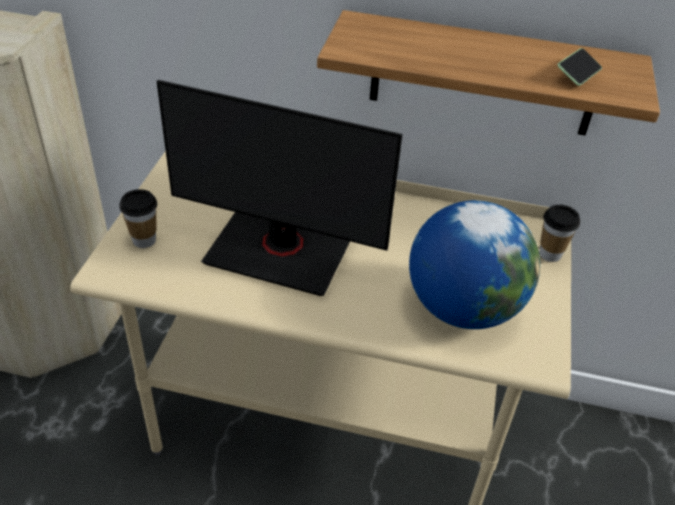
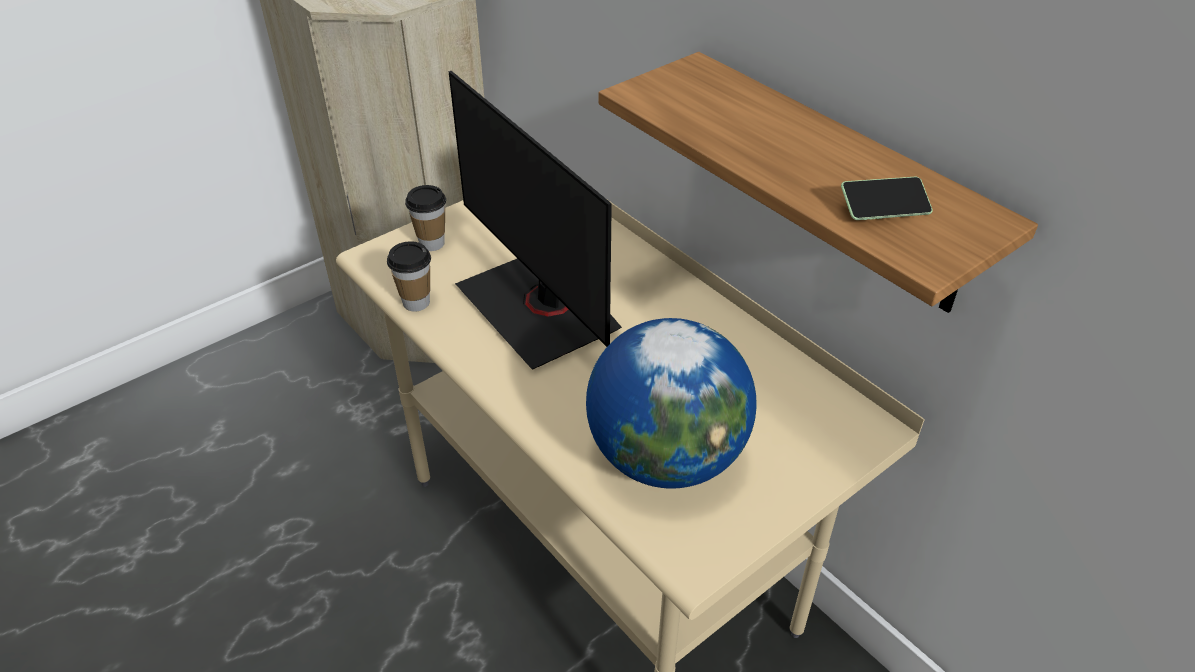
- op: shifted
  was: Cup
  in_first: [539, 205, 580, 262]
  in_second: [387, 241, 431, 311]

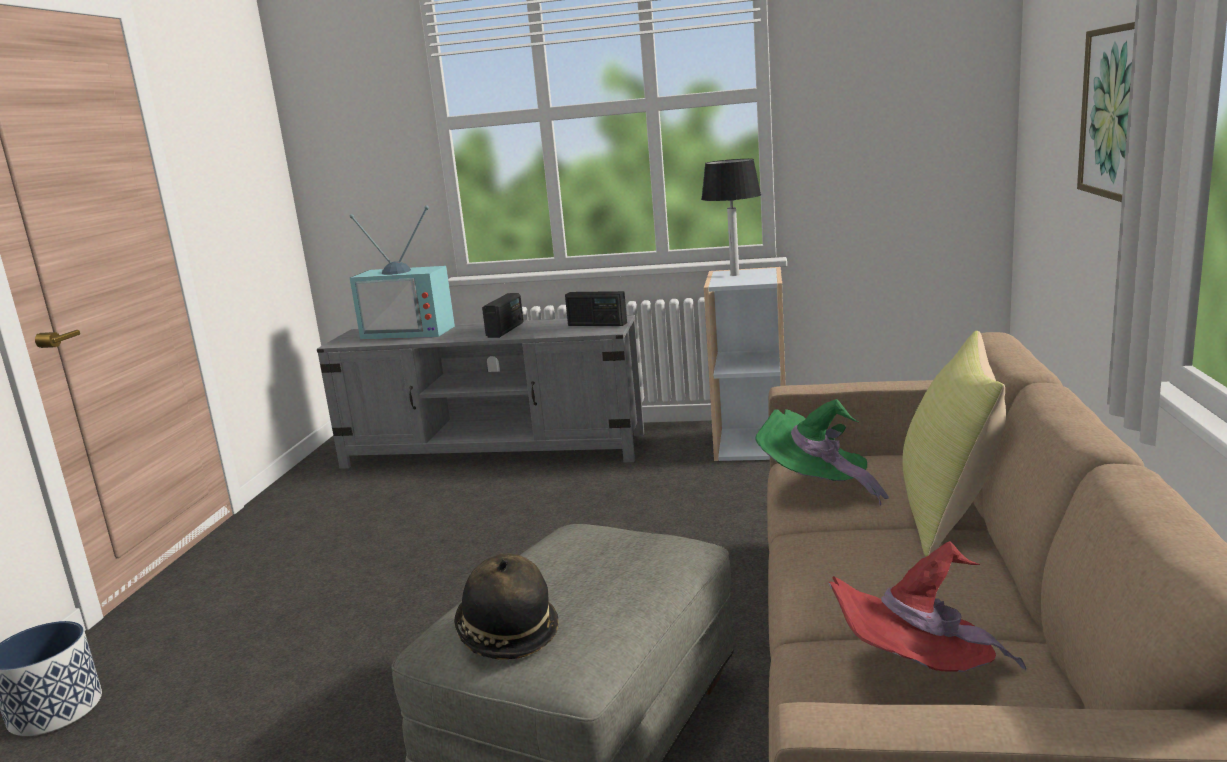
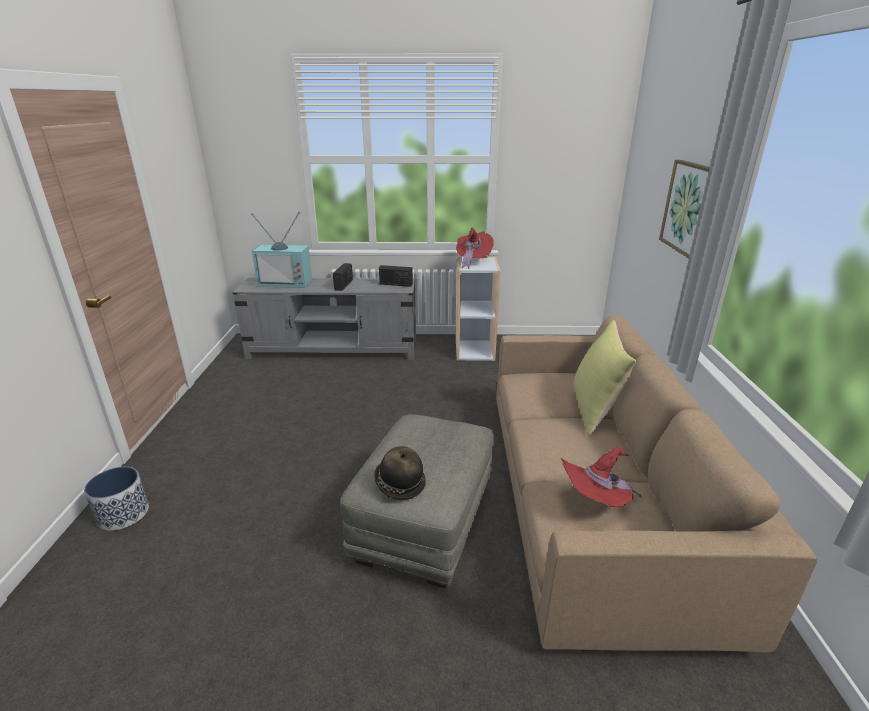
- op: swapped
  was: TableLamp
  now: RedHat
  in_first: [701, 159, 761, 276]
  in_second: [456, 228, 494, 269]
- op: gone
  was: GreenHat
  in_first: [755, 399, 889, 506]

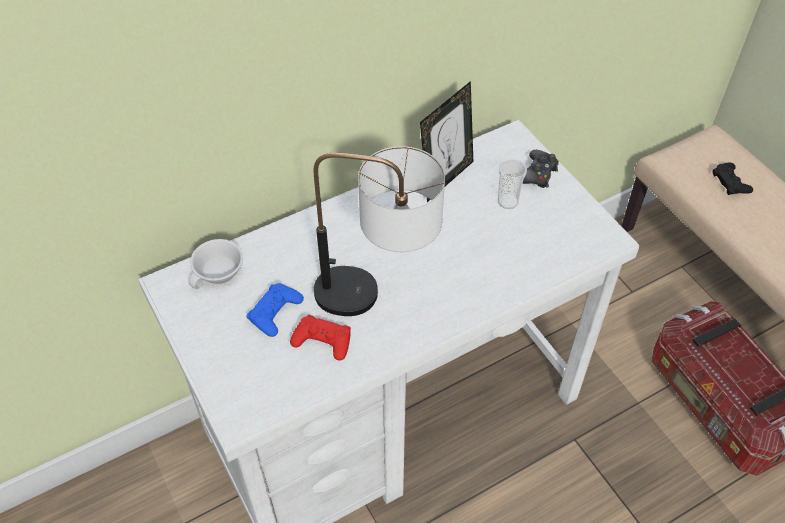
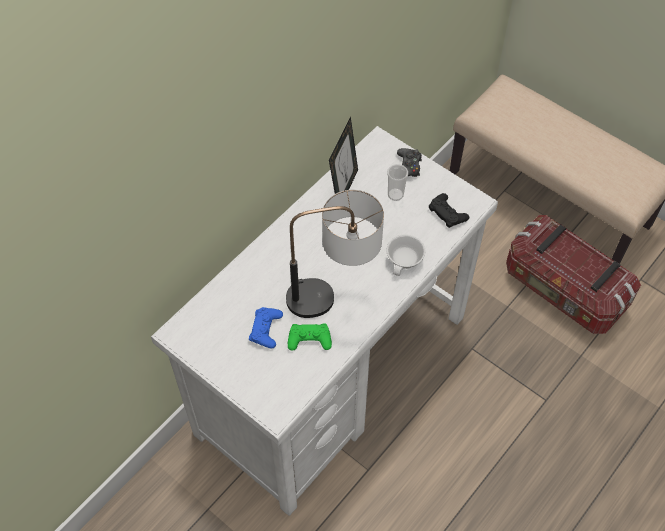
- op: shifted
  was: BlackGameController
  in_first: [713, 163, 753, 195]
  in_second: [428, 193, 469, 228]
- op: shifted
  was: WhiteCup
  in_first: [188, 239, 243, 289]
  in_second: [387, 234, 425, 276]
- op: repainted
  was: RedGameController
  now: GreenGameController
  in_first: [290, 315, 351, 360]
  in_second: [288, 323, 332, 351]

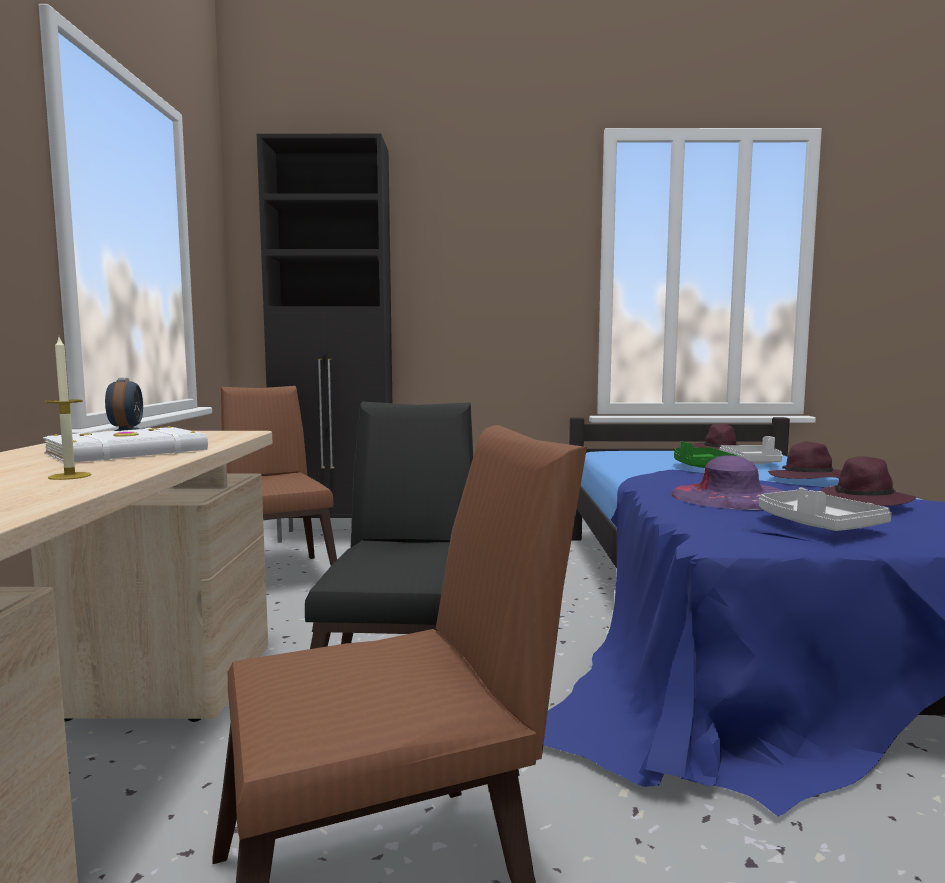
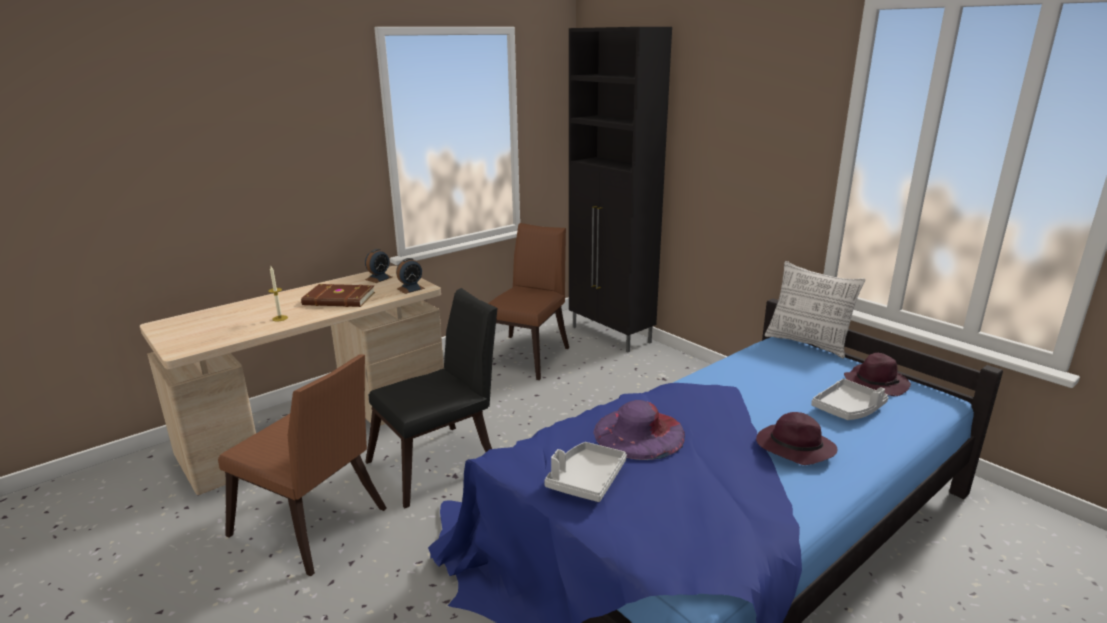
- op: repainted
  was: WhiteBook
  now: BrownBook
  in_first: [43, 426, 208, 462]
  in_second: [301, 284, 375, 307]
- op: gone
  was: GreenTray
  in_first: [674, 441, 737, 468]
- op: gone
  was: PurpleHat
  in_first: [820, 456, 916, 506]
- op: new
  now: AlarmClock
  in_second: [396, 258, 425, 294]
- op: new
  now: Pillow
  in_second: [765, 261, 865, 359]

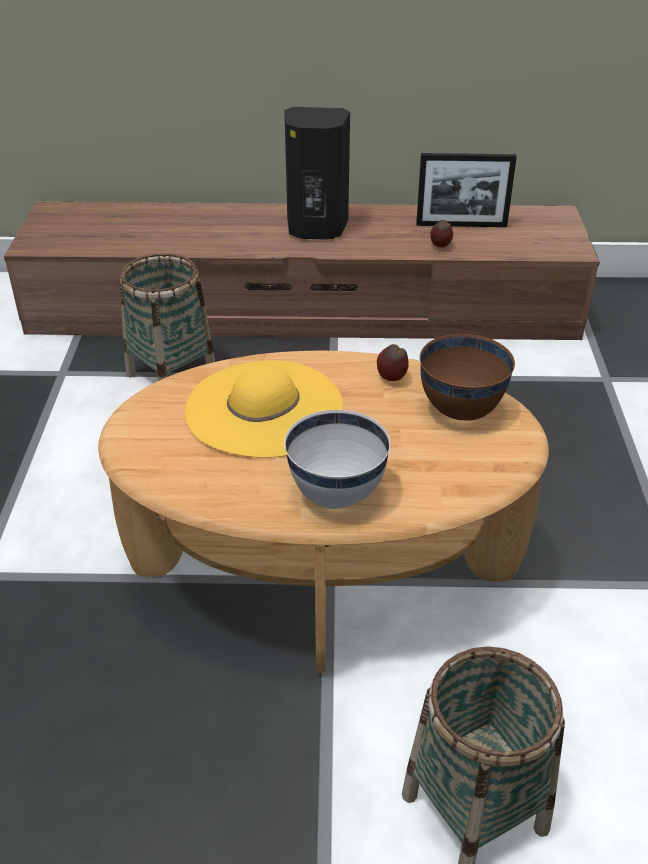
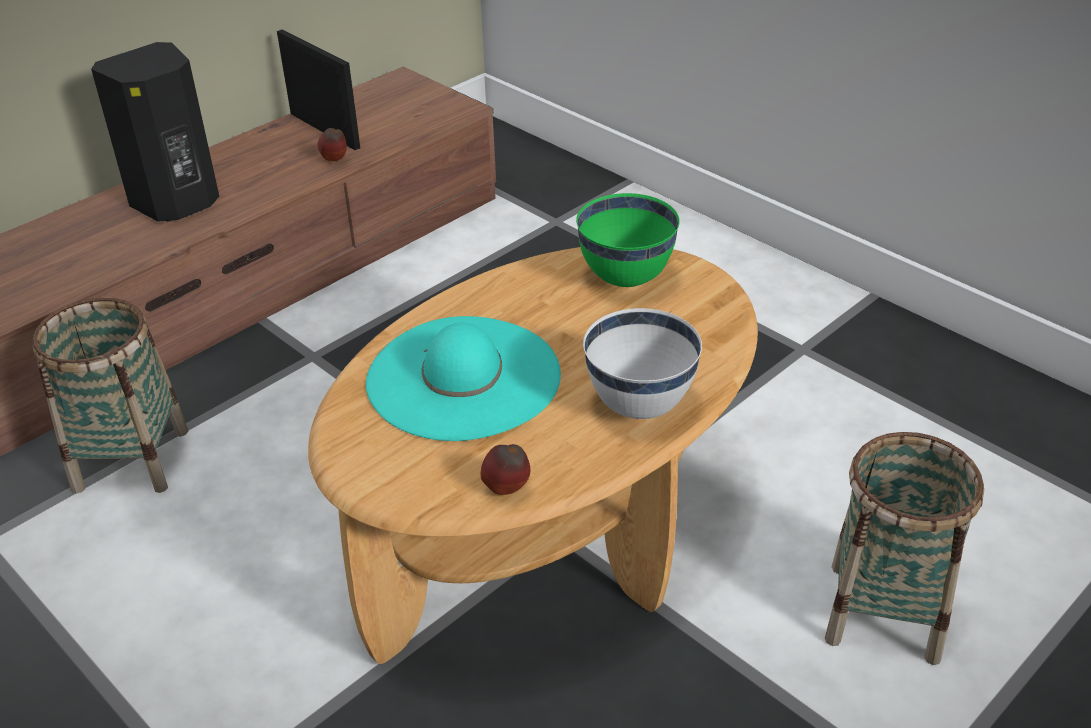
- op: rotated
  was: PictureFrame
  in_first: [416, 153, 517, 227]
  in_second: [277, 29, 360, 150]
  clockwise: -90
- op: repainted
  was: BrownBowl
  now: GreenBowl
  in_first: [420, 334, 515, 421]
  in_second: [576, 193, 680, 287]
- op: shifted
  was: Apple
  in_first: [377, 344, 409, 381]
  in_second: [481, 444, 530, 495]
- op: repainted
  was: YellowHat
  now: TurquoiseHat
  in_first: [185, 360, 343, 458]
  in_second: [366, 316, 561, 441]

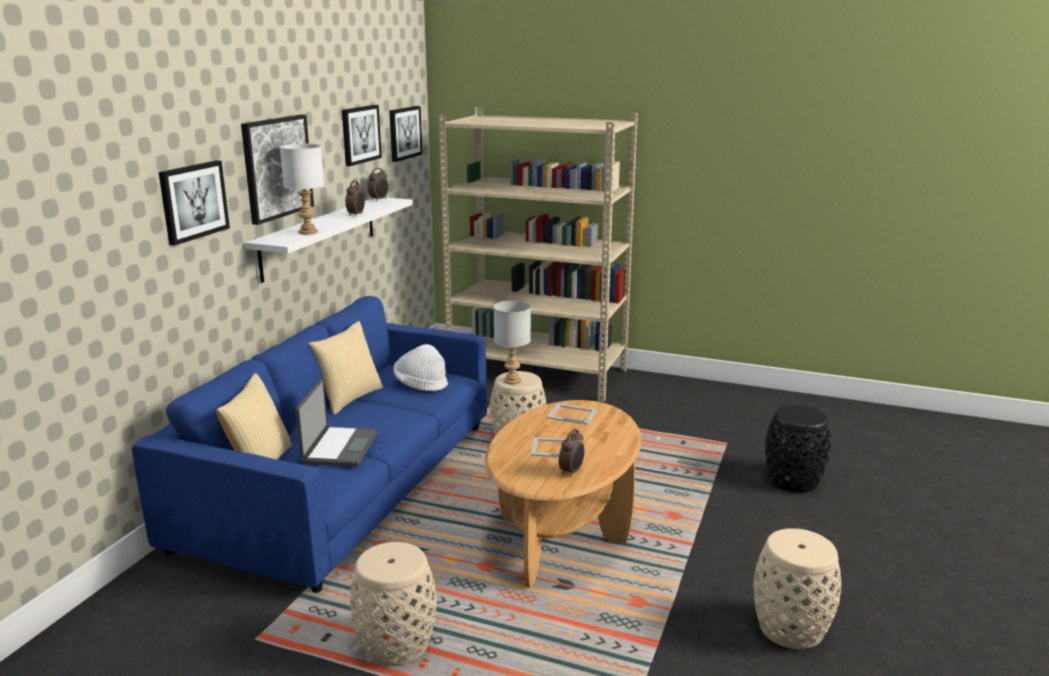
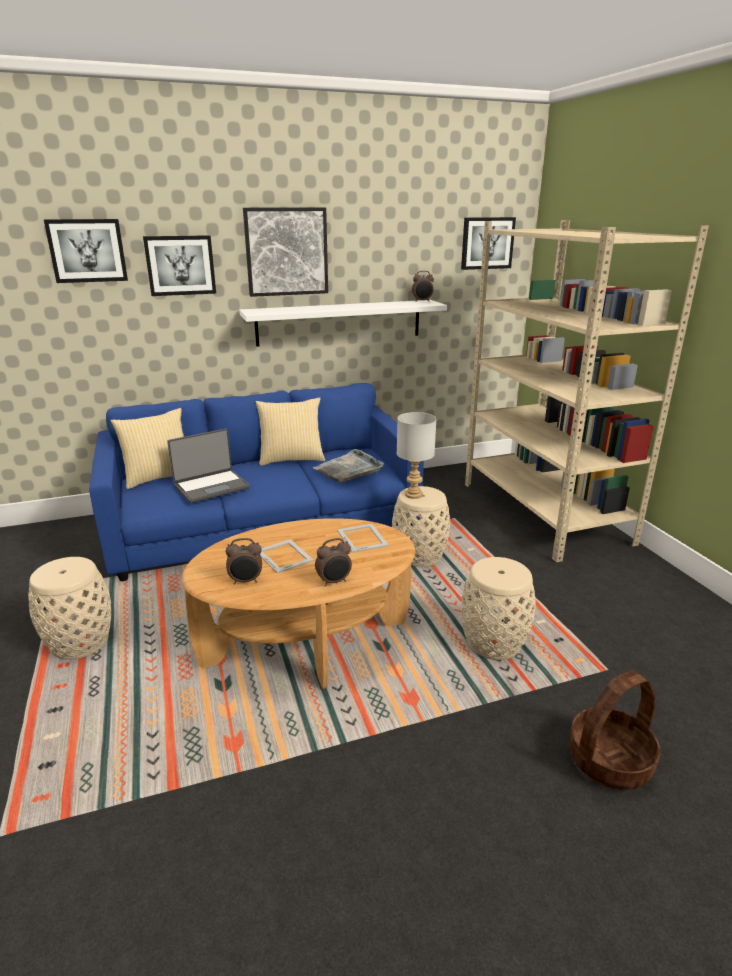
- op: shifted
  was: Picture
  in_first: [342, 105, 382, 166]
  in_second: [44, 219, 128, 283]
- op: gone
  was: WhiteTableLamp
  in_first: [280, 144, 324, 235]
- op: shifted
  was: AlarmClock
  in_first: [346, 181, 365, 217]
  in_second: [315, 538, 352, 587]
- op: swapped
  was: WhiteHat
  now: GreyTray
  in_first: [393, 344, 448, 391]
  in_second: [312, 449, 384, 482]
- op: swapped
  was: BlackStool
  now: Basket
  in_first: [765, 405, 831, 493]
  in_second: [569, 670, 661, 790]
- op: shifted
  was: BeigeStool
  in_first: [753, 528, 841, 649]
  in_second: [461, 557, 536, 660]

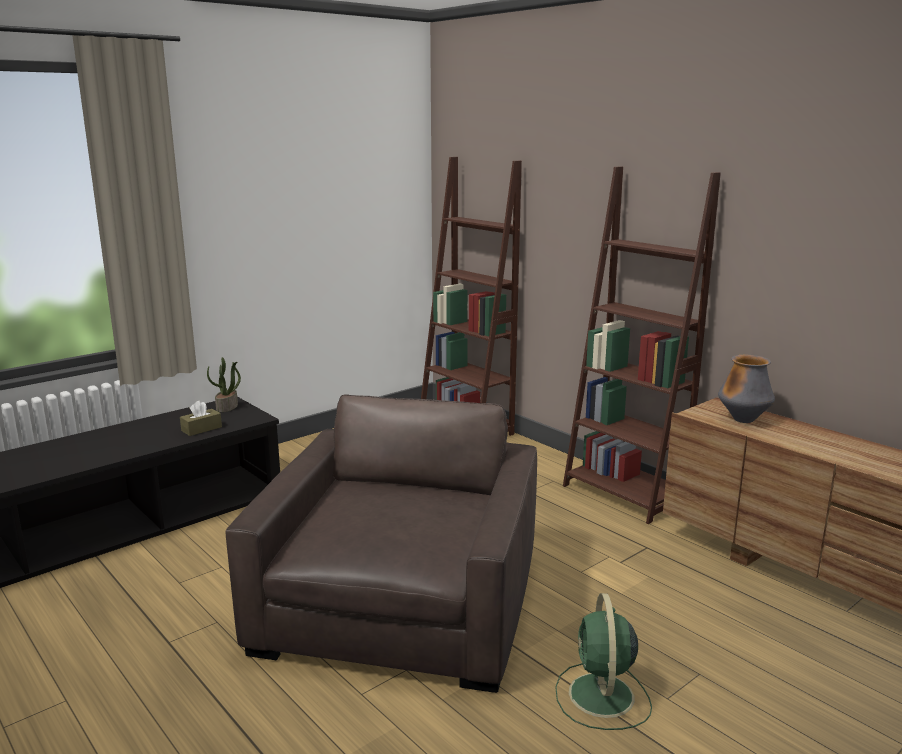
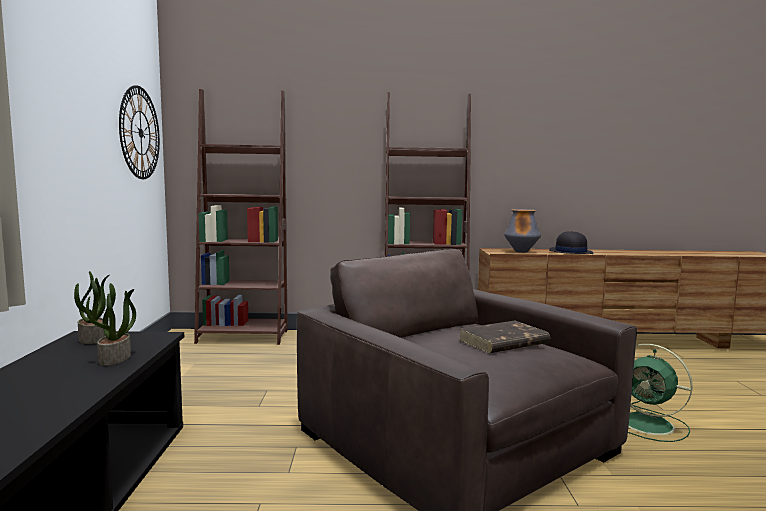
- op: swapped
  was: BrownTissueBox
  now: PottedPlant
  in_first: [180, 401, 222, 436]
  in_second: [86, 283, 136, 366]
- op: new
  now: WallClock
  in_second: [119, 85, 160, 179]
- op: new
  now: BlackHat
  in_second: [549, 231, 593, 254]
- op: new
  now: BrownBook
  in_second: [460, 321, 551, 353]

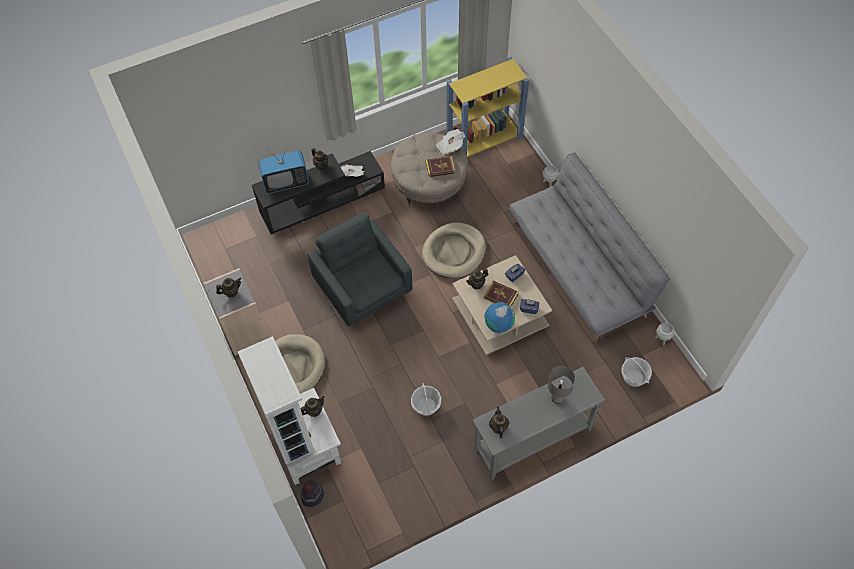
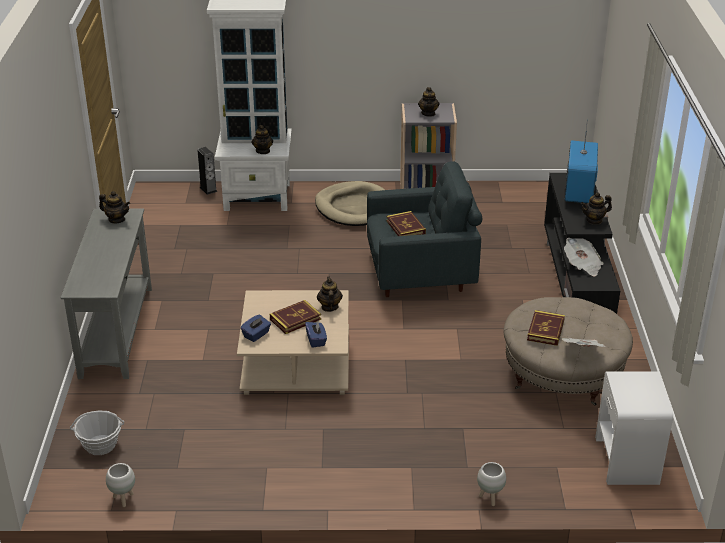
- op: swapped
  was: YellowBookcase
  now: WhiteNightstand
  in_first: [446, 57, 529, 157]
  in_second: [595, 371, 673, 485]
- op: gone
  was: GreySofa
  in_first: [509, 152, 670, 342]
- op: gone
  was: BeigeDogBed
  in_first: [422, 222, 486, 278]
- op: gone
  was: Globe
  in_first: [484, 302, 515, 333]
- op: gone
  was: GreyTableLamp
  in_first: [548, 366, 575, 404]
- op: gone
  was: Basket
  in_first: [411, 383, 441, 416]
- op: swapped
  was: Hat
  now: Speaker
  in_first: [301, 480, 324, 507]
  in_second: [197, 147, 218, 195]
- op: new
  now: Book
  in_second: [386, 211, 426, 236]

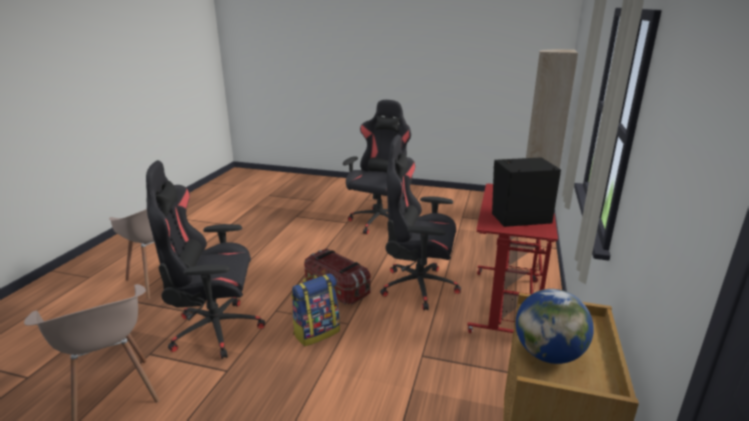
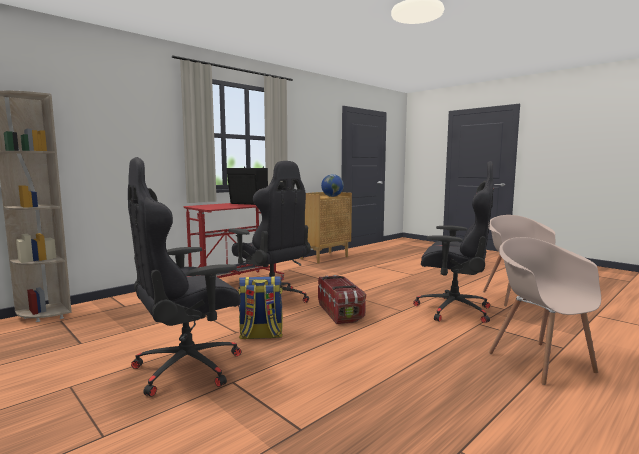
- op: shifted
  was: Backpack
  in_first: [291, 273, 340, 346]
  in_second: [238, 276, 283, 339]

